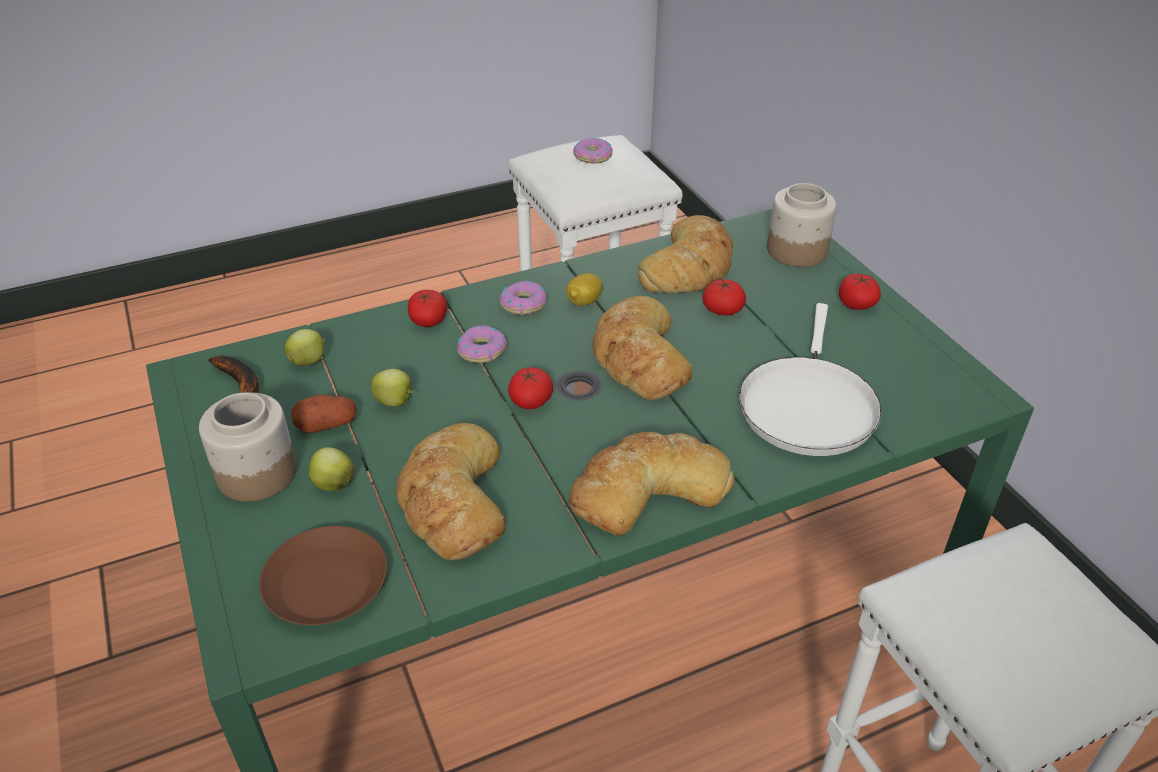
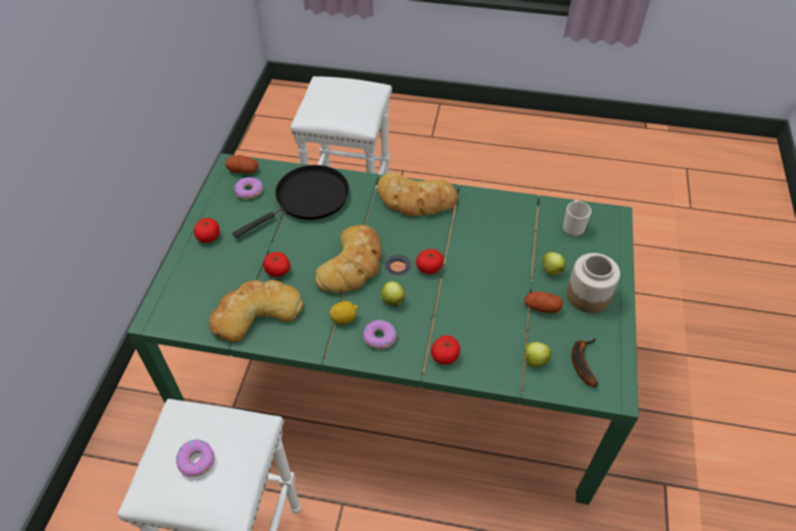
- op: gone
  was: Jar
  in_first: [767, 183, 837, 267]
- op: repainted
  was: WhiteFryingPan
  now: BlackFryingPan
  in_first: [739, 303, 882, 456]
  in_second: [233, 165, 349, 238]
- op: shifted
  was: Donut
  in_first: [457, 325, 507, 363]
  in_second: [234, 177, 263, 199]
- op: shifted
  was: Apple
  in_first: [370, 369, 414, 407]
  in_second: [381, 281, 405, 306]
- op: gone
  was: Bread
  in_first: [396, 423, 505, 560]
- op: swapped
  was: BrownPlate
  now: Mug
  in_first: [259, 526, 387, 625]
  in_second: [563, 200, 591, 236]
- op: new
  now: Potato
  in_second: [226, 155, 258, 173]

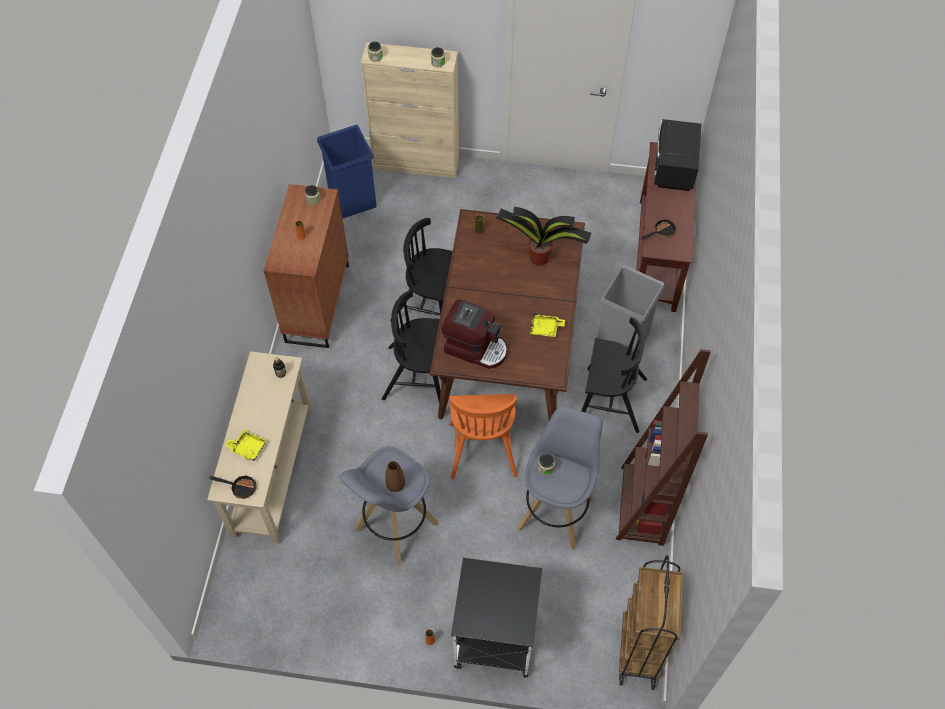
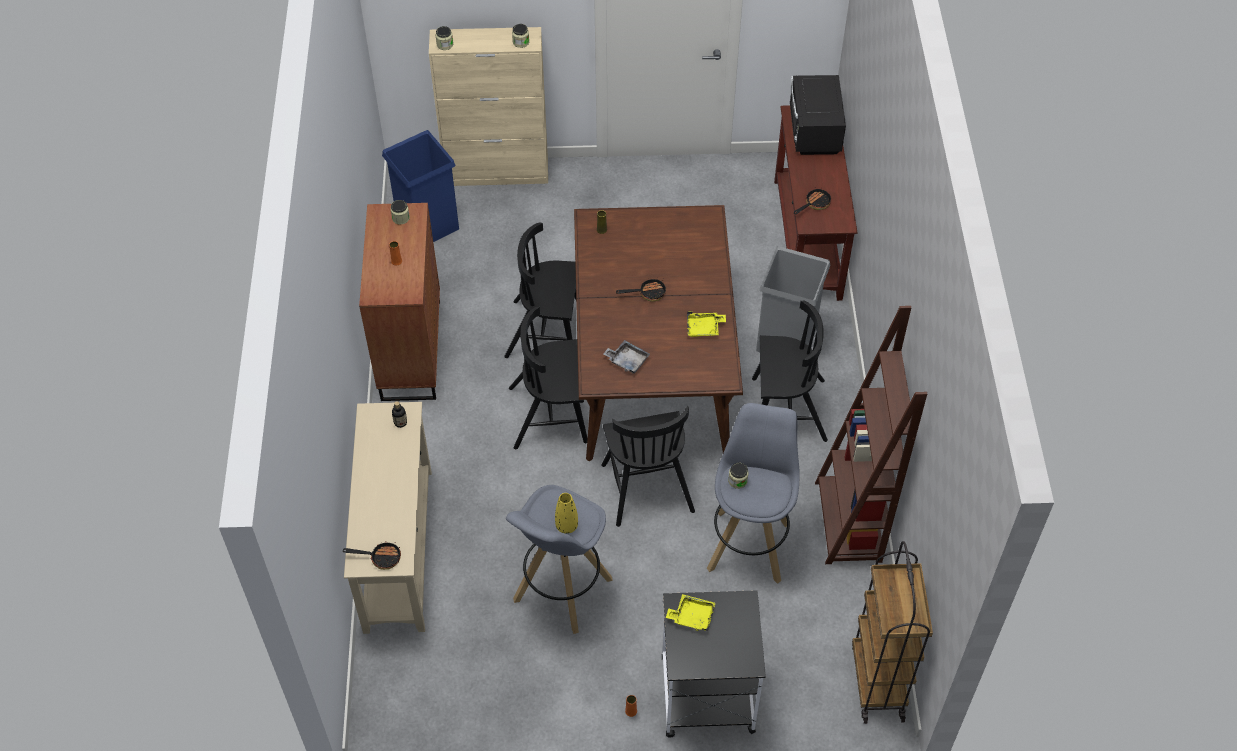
- op: gone
  was: PottedPlant
  in_first: [496, 207, 591, 266]
- op: swapped
  was: CoffeeMachine
  now: GreyTray
  in_first: [441, 299, 507, 369]
  in_second: [603, 340, 650, 374]
- op: repainted
  was: OrangeChair
  now: BlackChair
  in_first: [449, 394, 518, 479]
  in_second: [601, 405, 695, 527]
- op: shifted
  was: YellowTray
  in_first: [225, 430, 267, 461]
  in_second: [666, 594, 716, 631]
- op: repainted
  was: BrownVase
  now: YellowVase
  in_first: [385, 461, 405, 492]
  in_second: [555, 493, 578, 534]
- op: new
  now: FryingPan
  in_second: [616, 277, 666, 302]

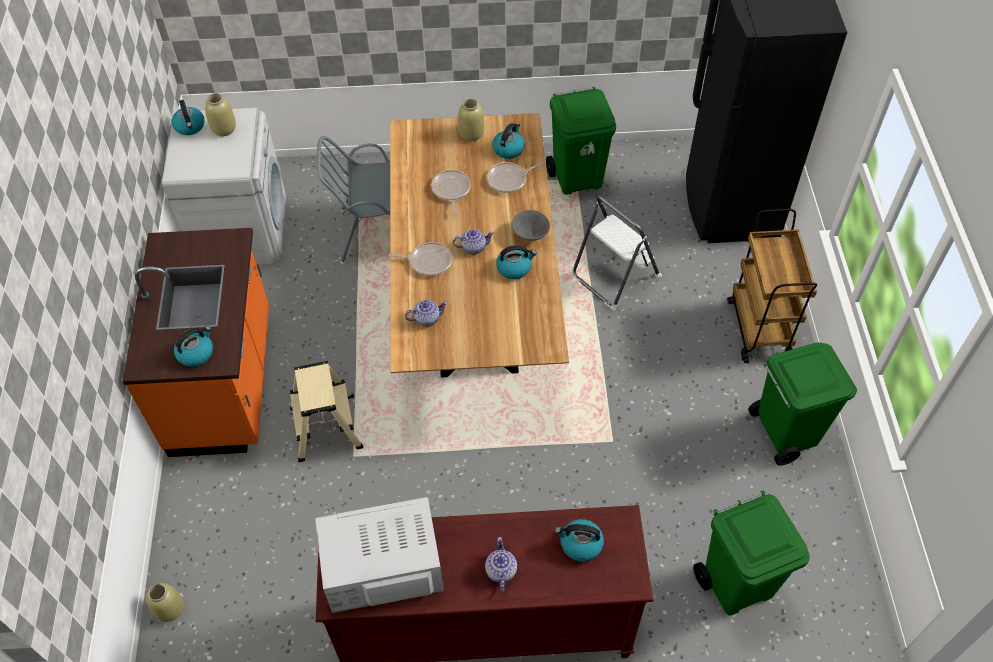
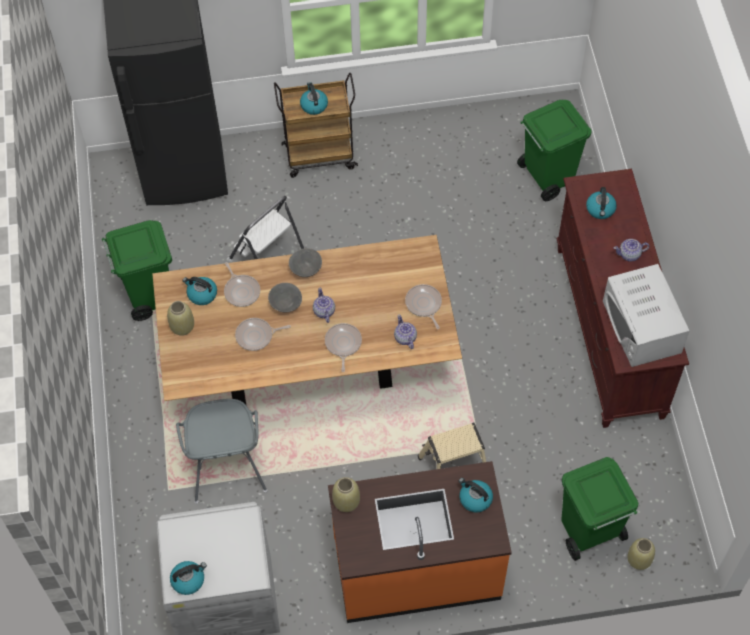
- op: shifted
  was: BeigeVase
  in_first: [205, 93, 236, 136]
  in_second: [332, 477, 360, 512]
- op: shifted
  was: Kettle
  in_first: [496, 245, 537, 279]
  in_second: [300, 82, 328, 115]
- op: shifted
  was: GreenTrashCan
  in_first: [748, 342, 857, 465]
  in_second: [561, 457, 638, 561]
- op: new
  now: GreyBowl
  in_second: [268, 283, 302, 312]
- op: new
  now: FryingPan
  in_second: [405, 284, 442, 329]

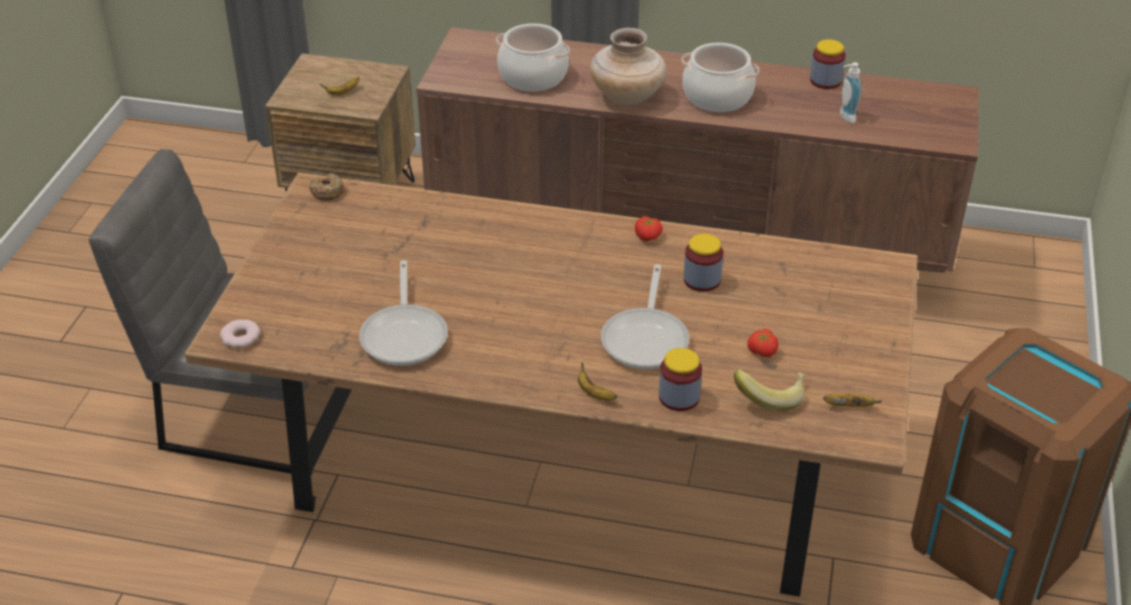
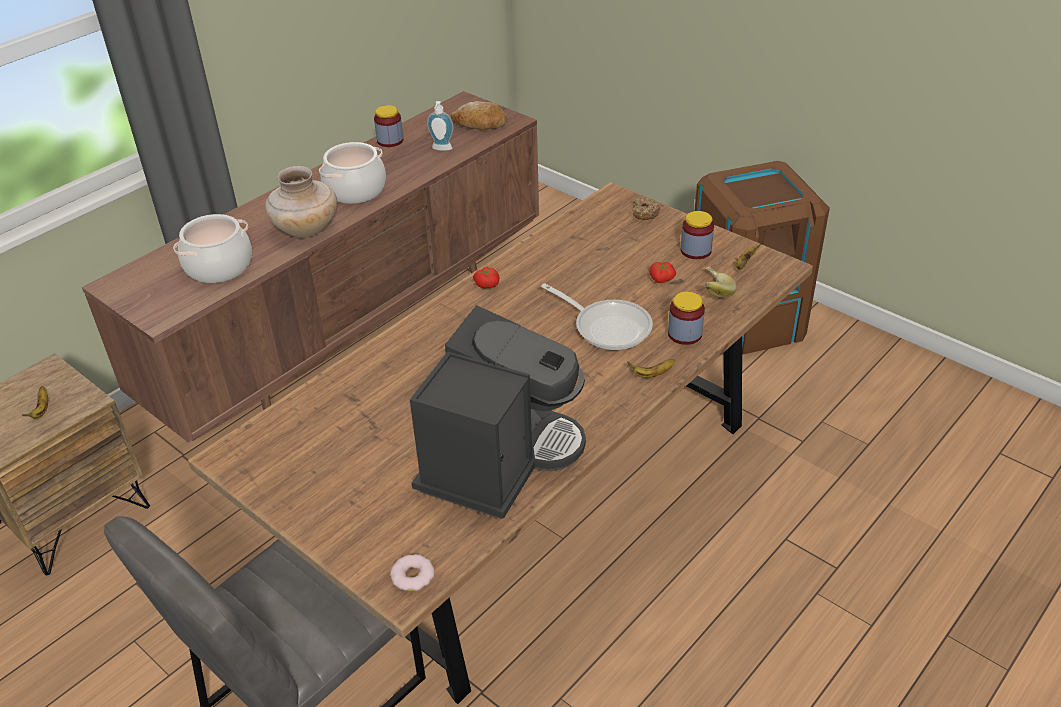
- op: shifted
  was: Donut
  in_first: [309, 173, 345, 200]
  in_second: [632, 198, 660, 220]
- op: shifted
  was: Jar
  in_first: [684, 233, 723, 292]
  in_second: [681, 211, 714, 259]
- op: swapped
  was: FryingPan
  now: CoffeeMachine
  in_first: [359, 260, 448, 366]
  in_second: [410, 305, 586, 519]
- op: new
  now: Bread
  in_second: [451, 101, 507, 130]

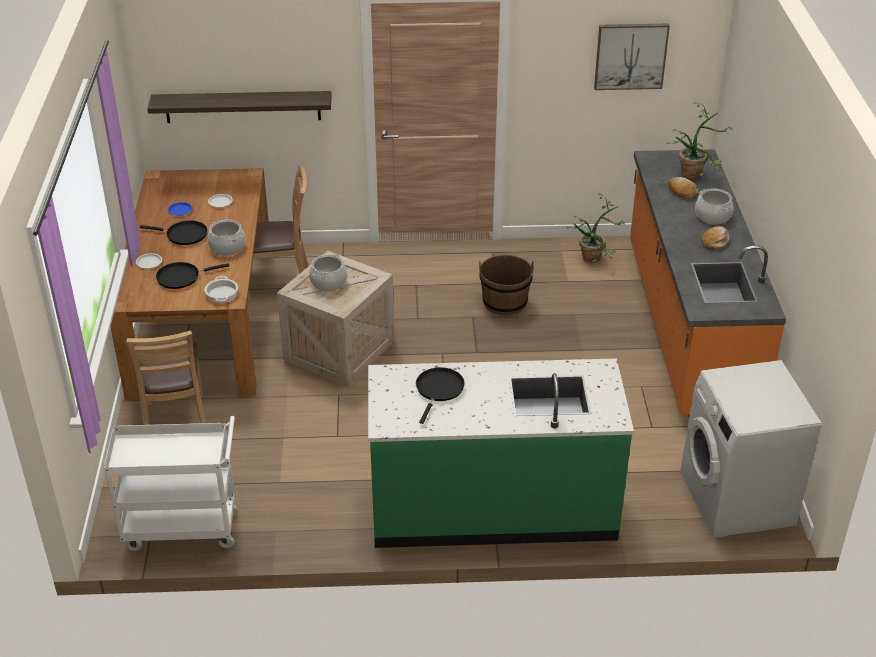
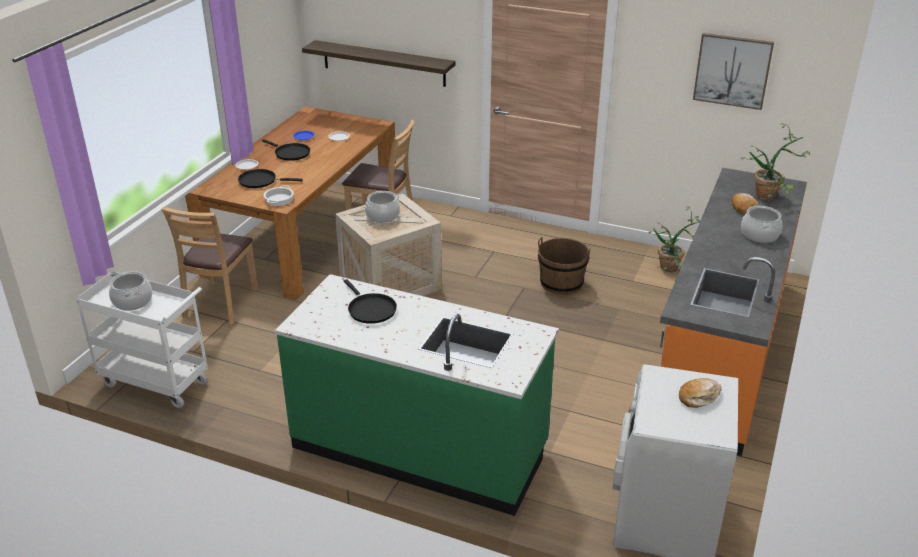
- op: shifted
  was: CookingPot
  in_first: [207, 220, 246, 256]
  in_second: [109, 271, 152, 311]
- op: shifted
  was: Bread
  in_first: [701, 226, 729, 250]
  in_second: [679, 378, 722, 408]
- op: rotated
  was: BlackFryingPan
  in_first: [416, 367, 465, 424]
  in_second: [344, 279, 397, 324]
  clockwise: 105

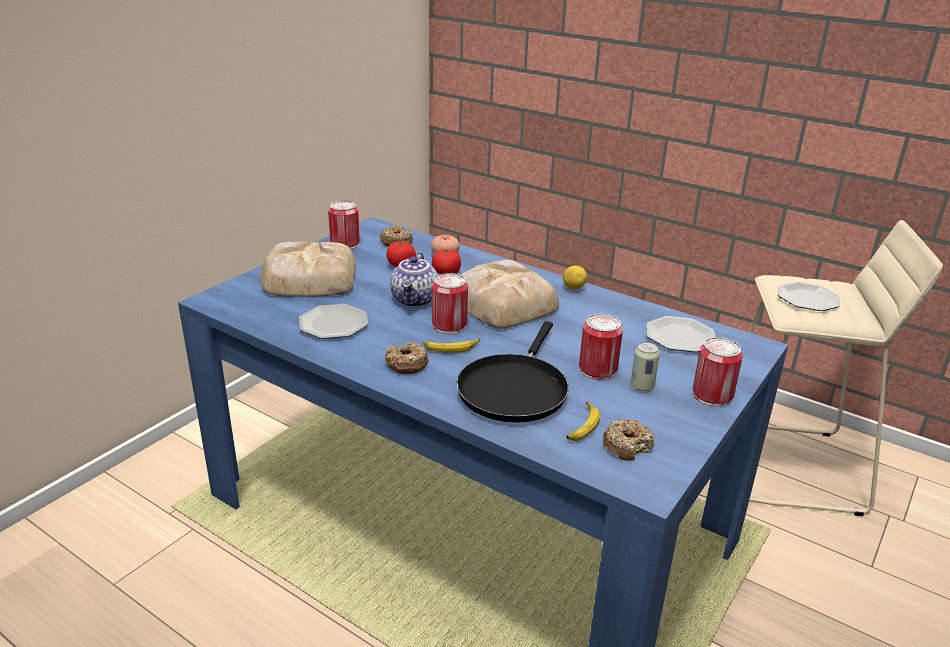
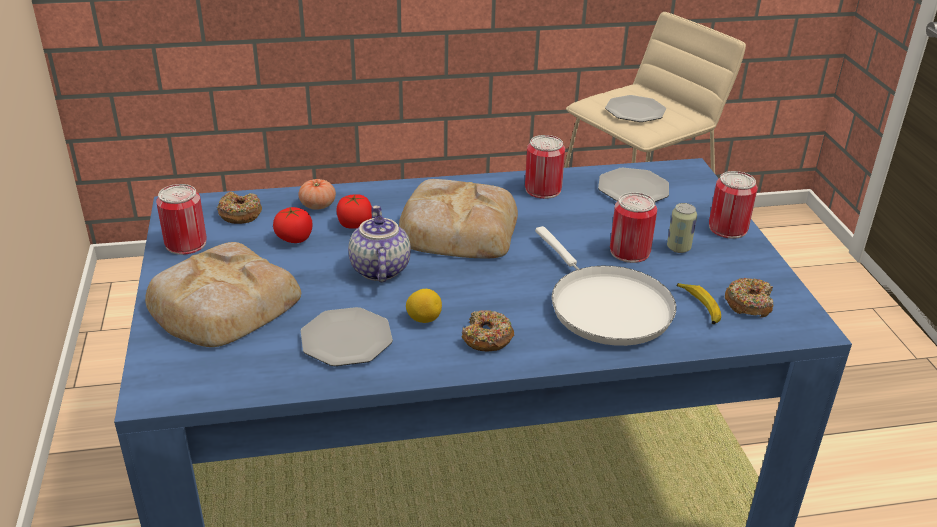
- op: rotated
  was: Teapot
  in_first: [390, 252, 438, 307]
  in_second: [348, 205, 411, 282]
  clockwise: -150
- op: shifted
  was: Lemon
  in_first: [563, 266, 587, 290]
  in_second: [406, 289, 442, 323]
- op: shifted
  was: Can
  in_first: [432, 273, 468, 334]
  in_second: [525, 135, 565, 199]
- op: repainted
  was: BlackFryingPan
  now: WhiteFryingPan
  in_first: [456, 321, 569, 423]
  in_second: [535, 226, 676, 346]
- op: gone
  was: Banana
  in_first: [423, 338, 480, 353]

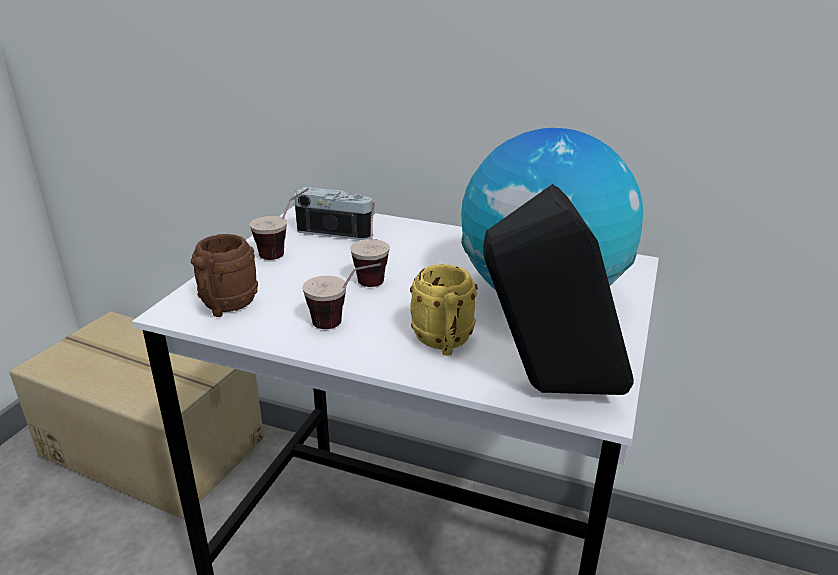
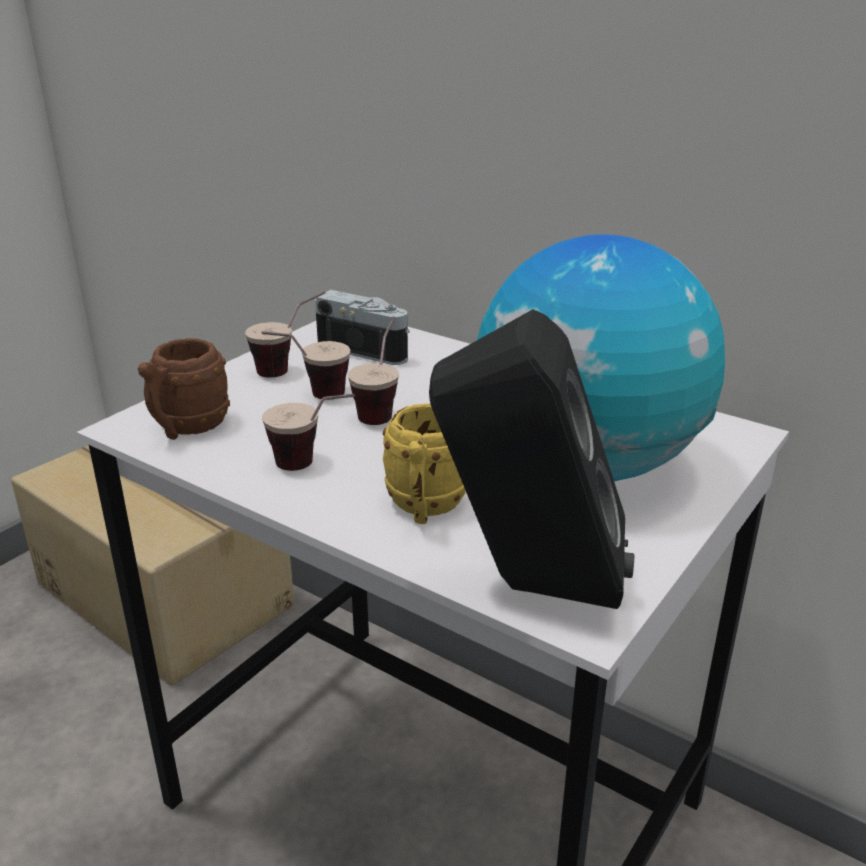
- op: new
  now: Cup
  in_second: [261, 331, 350, 400]

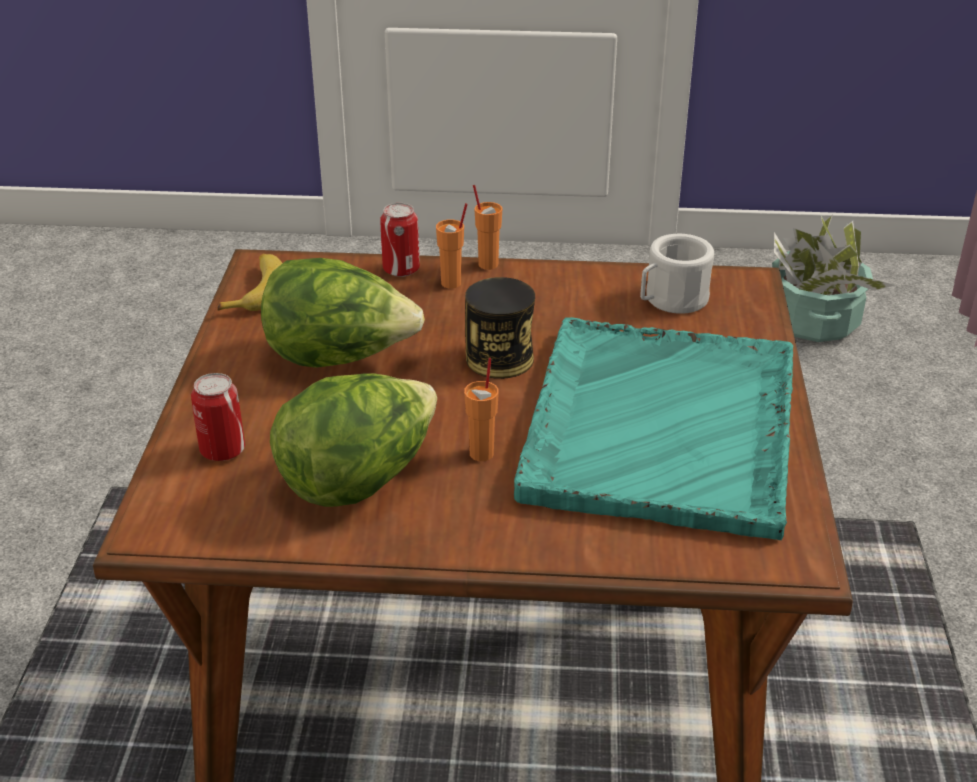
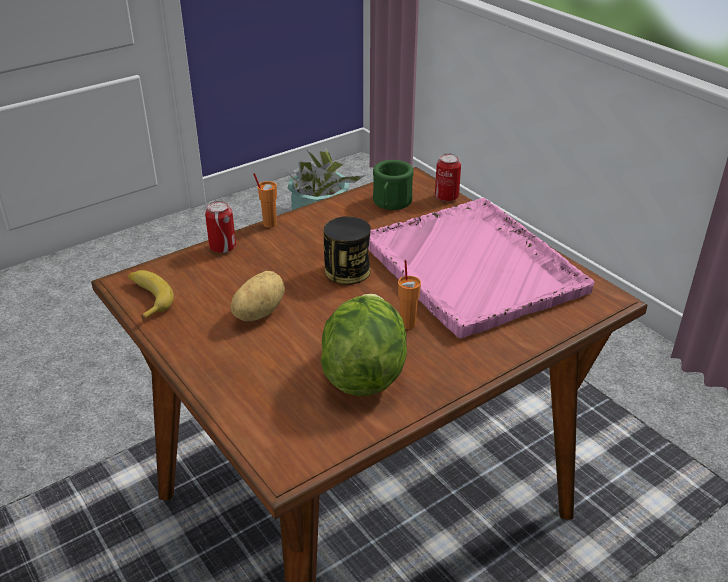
- op: gone
  was: OrangeCup
  in_first: [436, 203, 467, 289]
- op: repainted
  was: WhiteMug
  now: GreenMug
  in_first: [640, 234, 714, 314]
  in_second: [373, 160, 414, 210]
- op: swapped
  was: Lettuce
  now: Potato
  in_first: [261, 258, 425, 368]
  in_second: [230, 271, 285, 321]
- op: repainted
  was: TurquoiseTray
  now: PinkTray
  in_first: [514, 317, 793, 540]
  in_second: [368, 198, 594, 338]
- op: shifted
  was: Can
  in_first: [191, 373, 245, 461]
  in_second: [435, 153, 461, 202]

